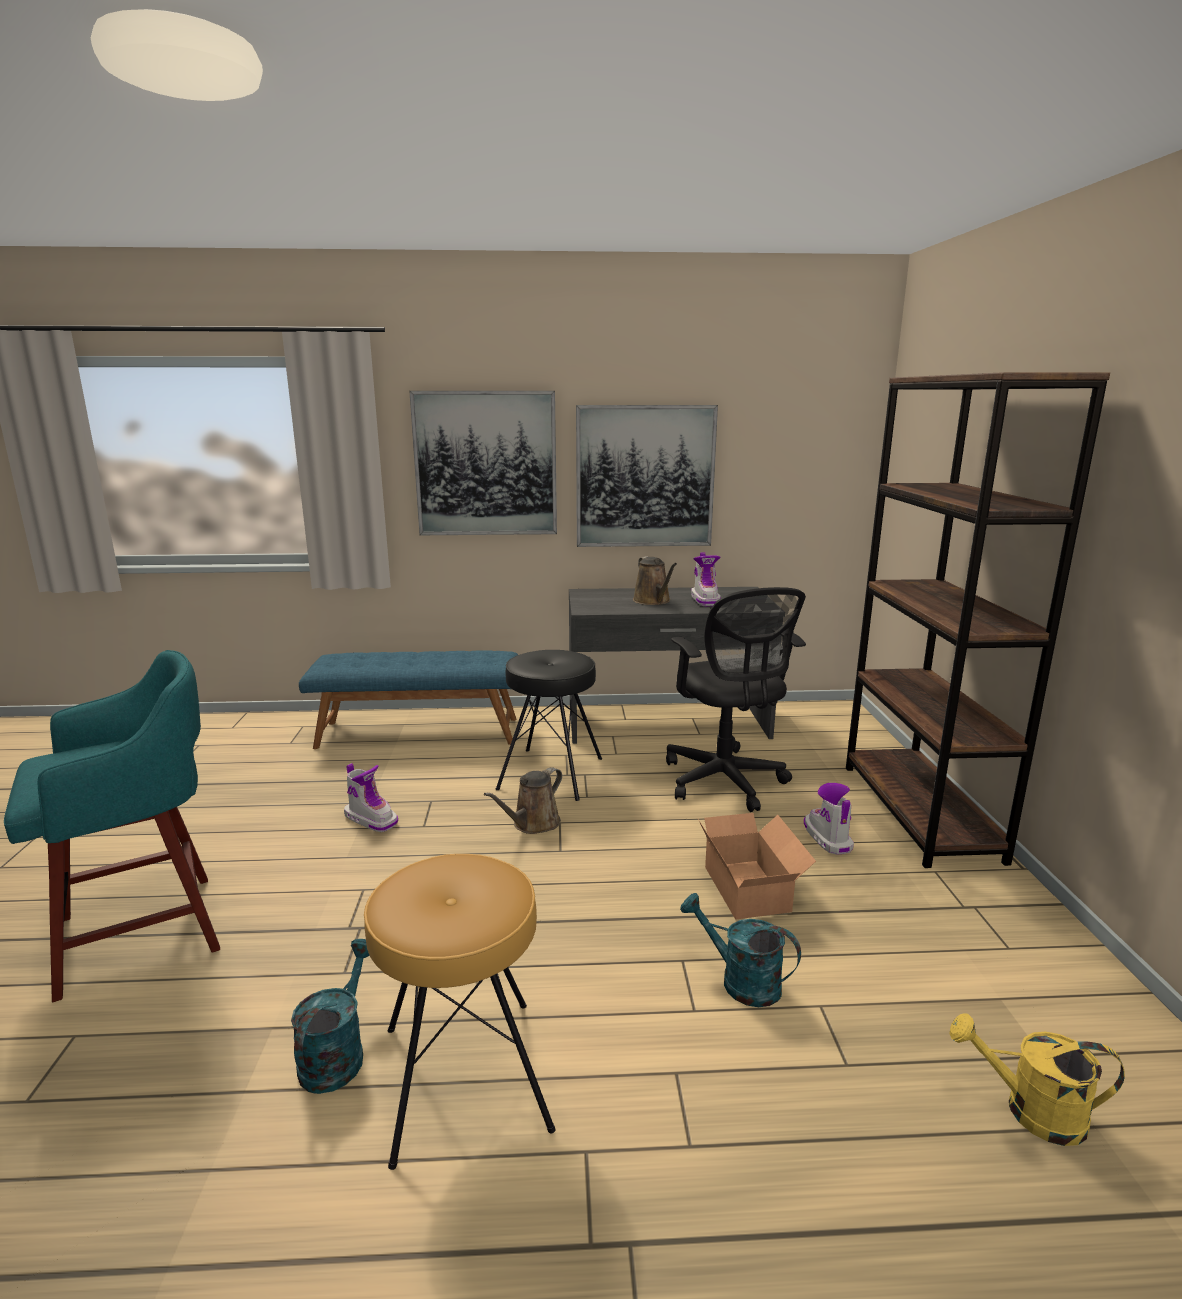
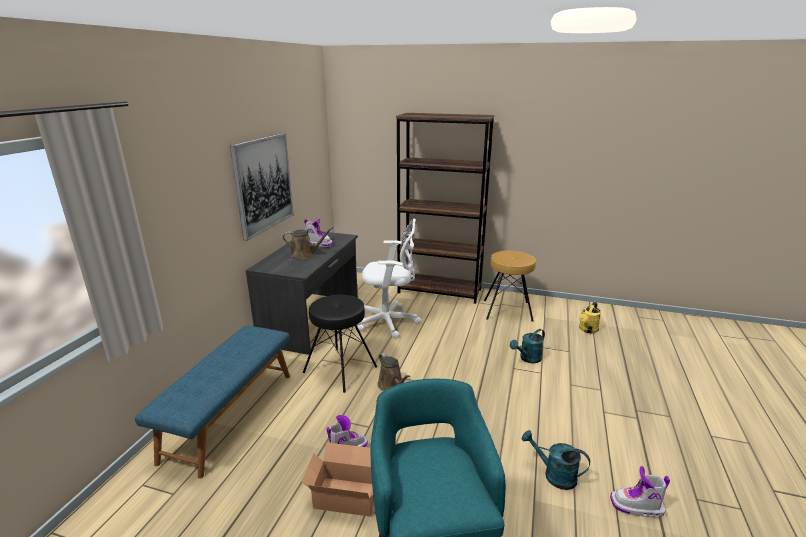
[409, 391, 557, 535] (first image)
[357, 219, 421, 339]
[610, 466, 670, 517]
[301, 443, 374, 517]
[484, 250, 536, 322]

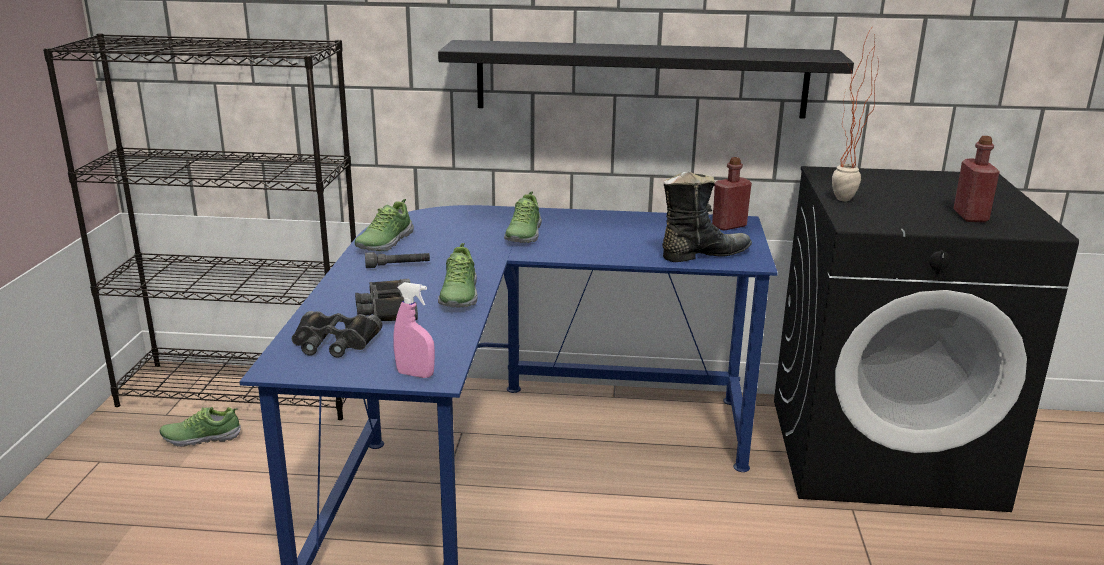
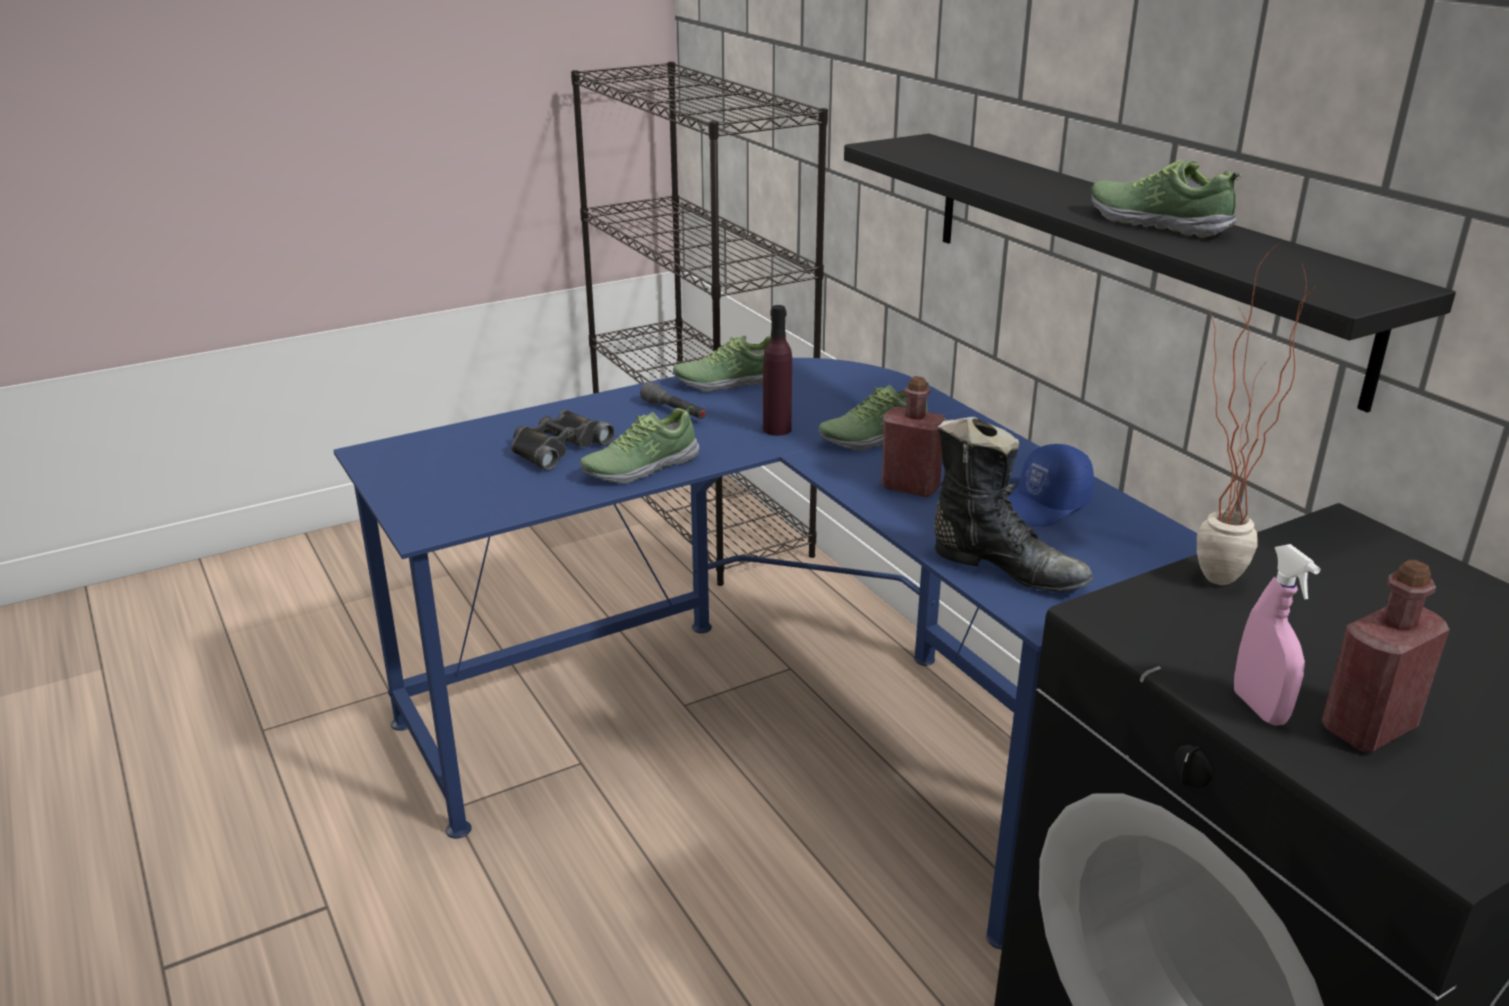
[881, 376, 947, 497]
[1234, 544, 1320, 725]
[292, 311, 383, 358] (first image)
[1091, 159, 1242, 238]
[763, 305, 792, 436]
[1006, 444, 1094, 527]

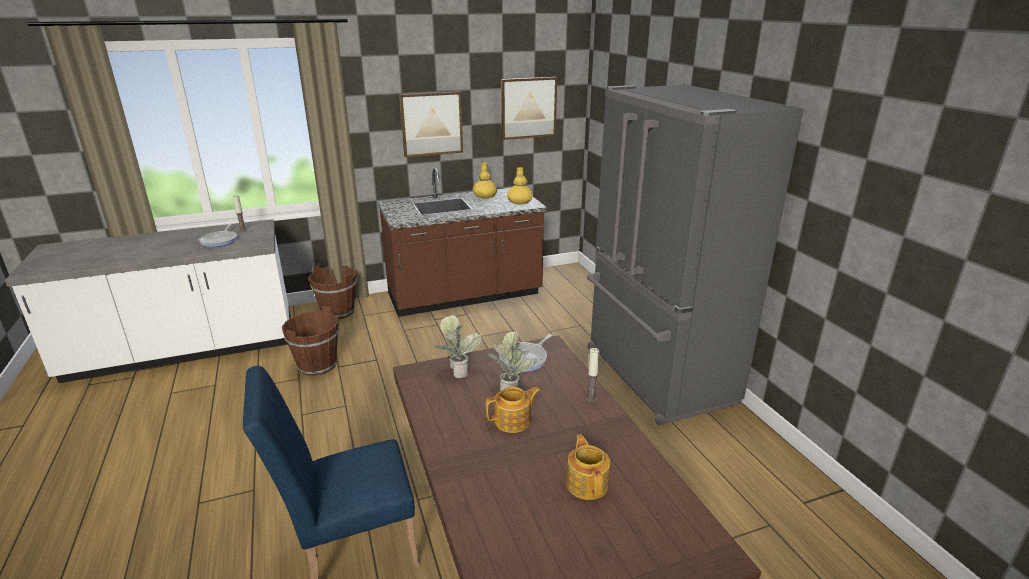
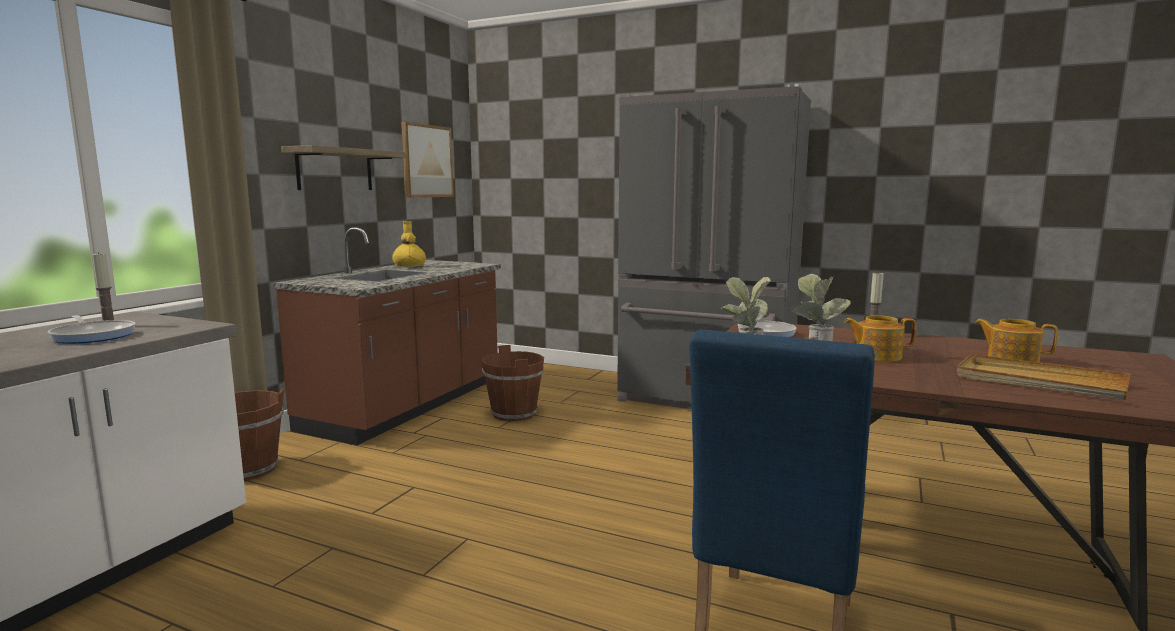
[281, 145, 407, 190]
[507, 167, 533, 204] (first image)
[481, 345, 544, 421]
[844, 315, 916, 361]
[957, 354, 1130, 400]

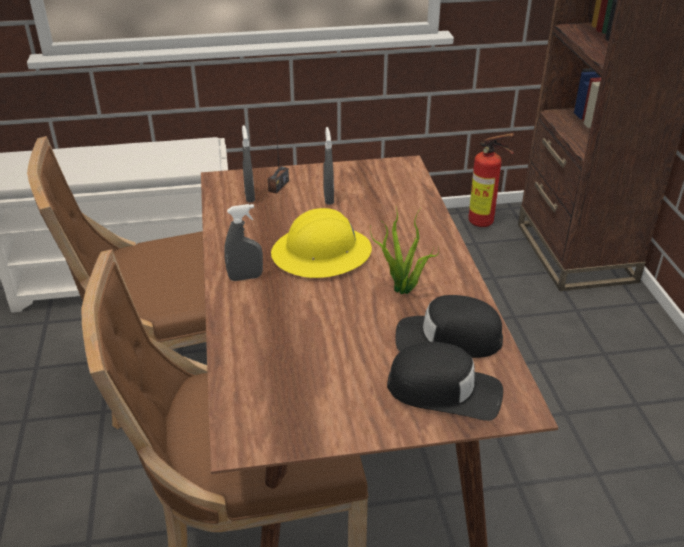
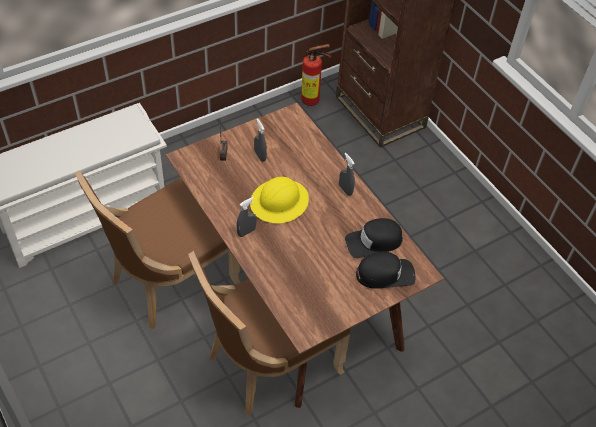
[339, 153, 355, 196]
[370, 208, 439, 294] (first image)

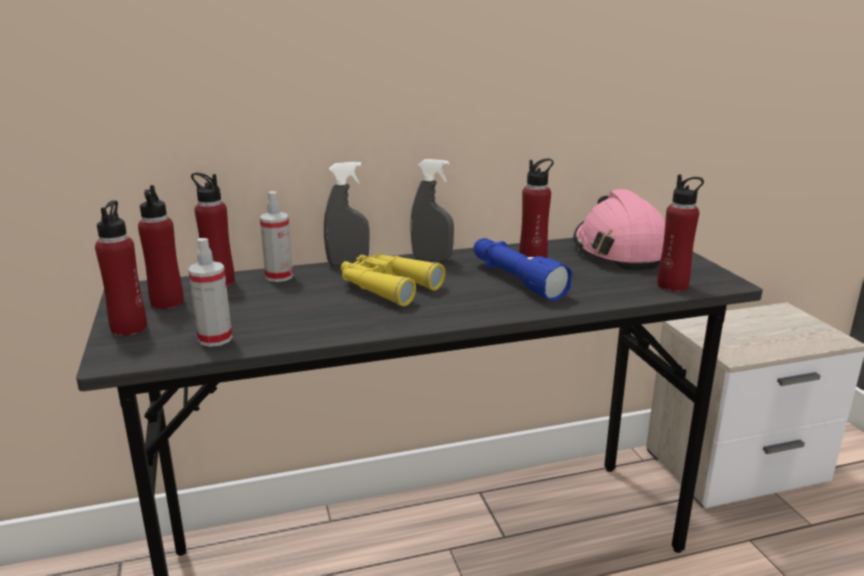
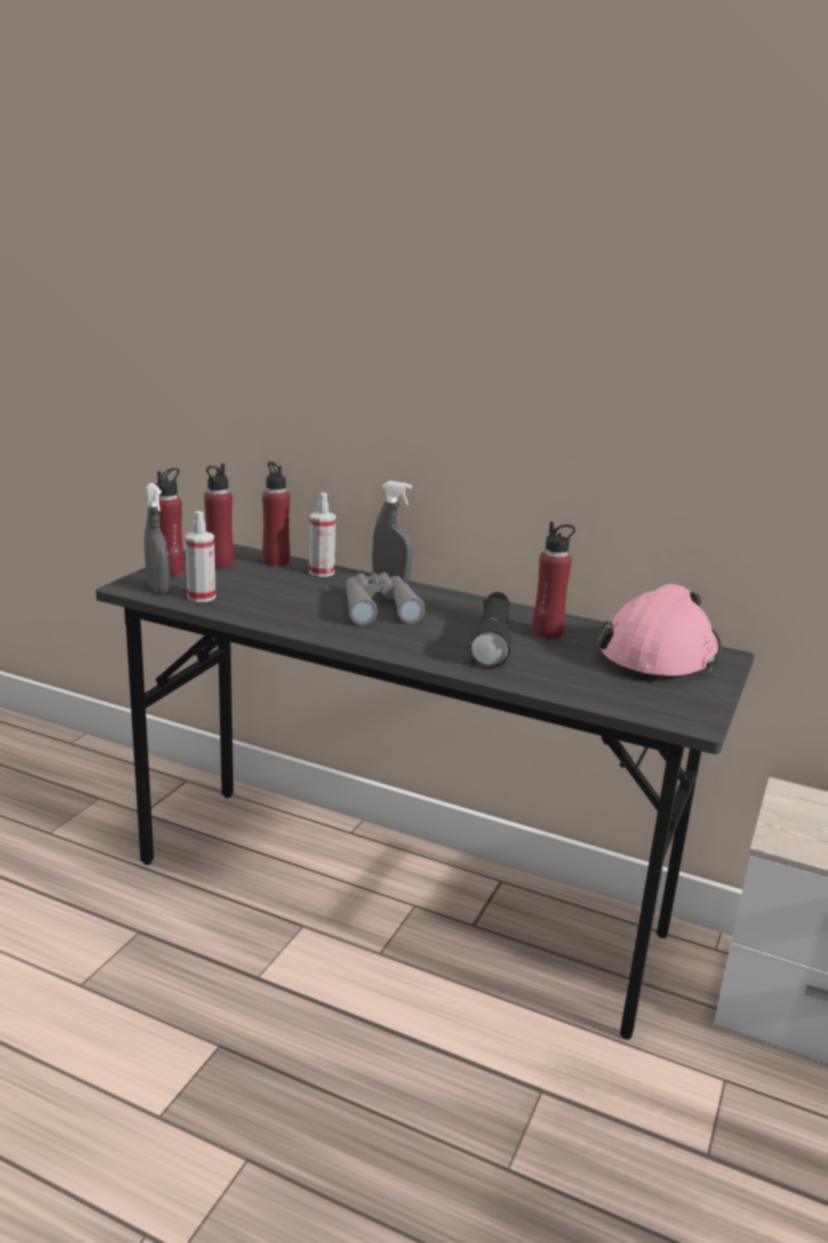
[144, 483, 170, 594]
[657, 174, 704, 291] (first image)
[469, 592, 511, 668]
[345, 573, 425, 625]

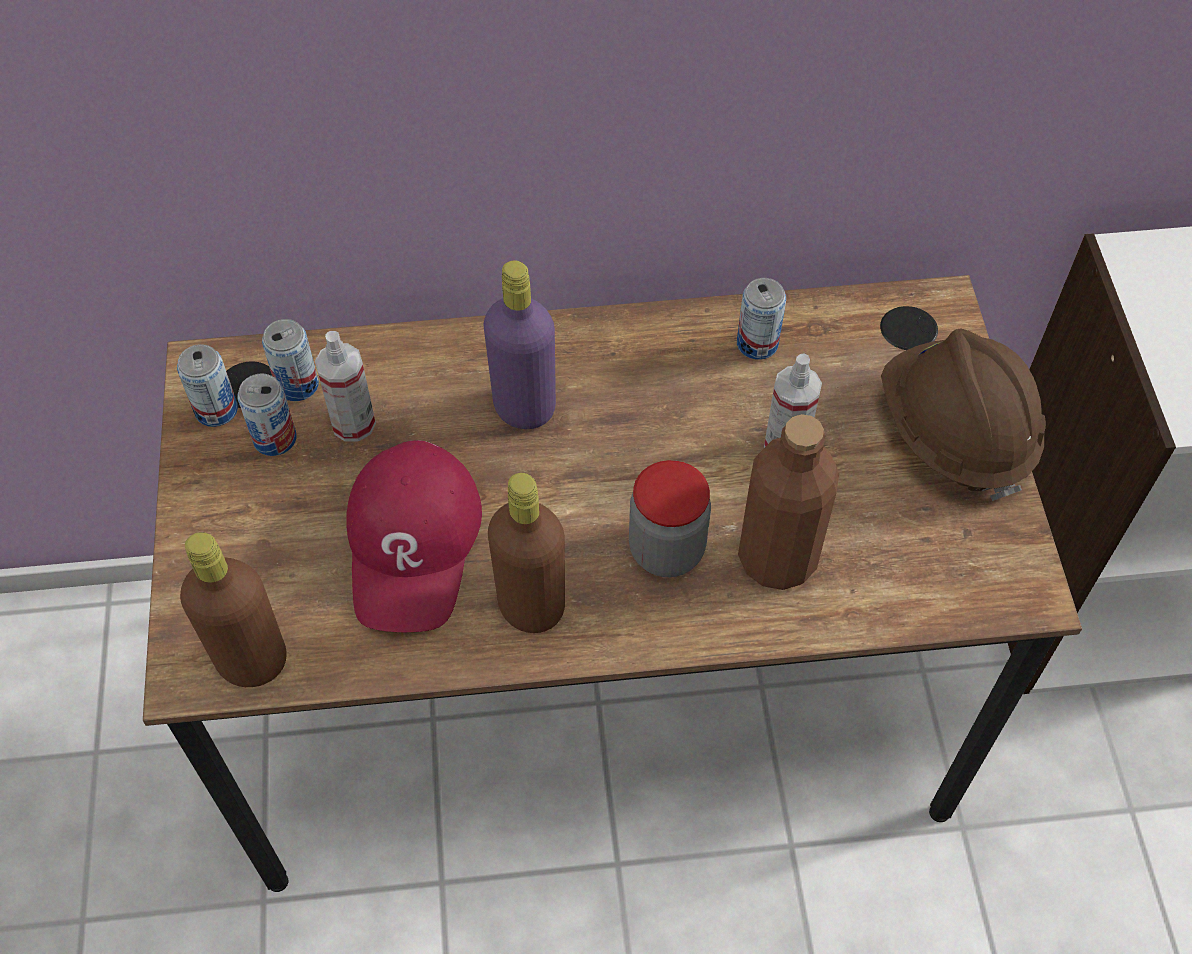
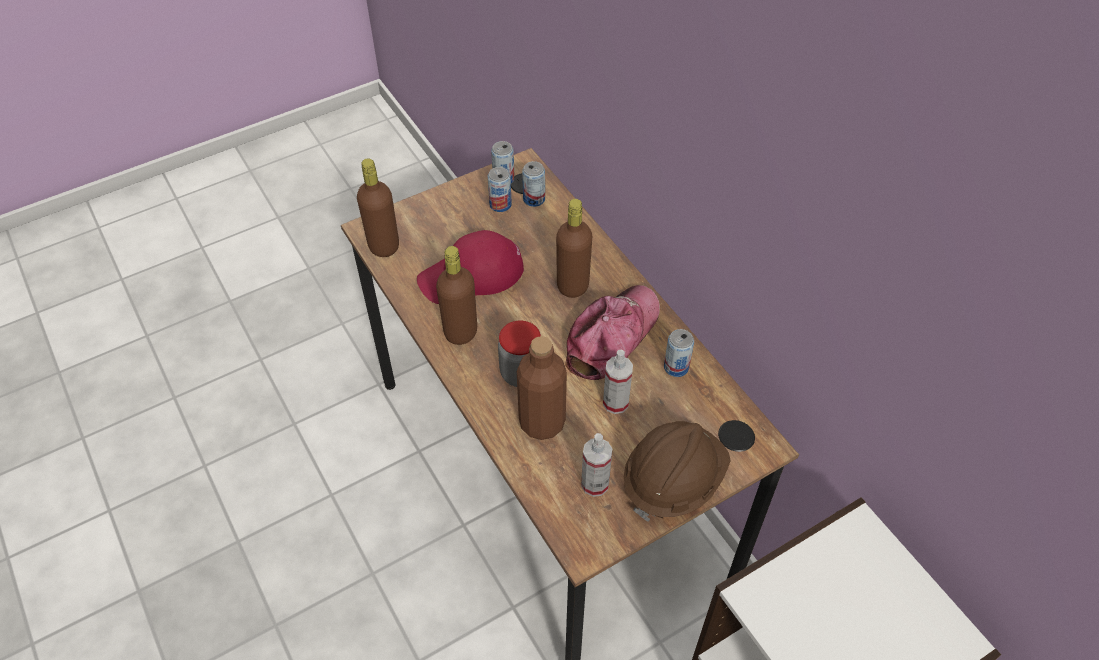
[556, 199, 592, 298]
[581, 433, 612, 497]
[565, 285, 660, 380]

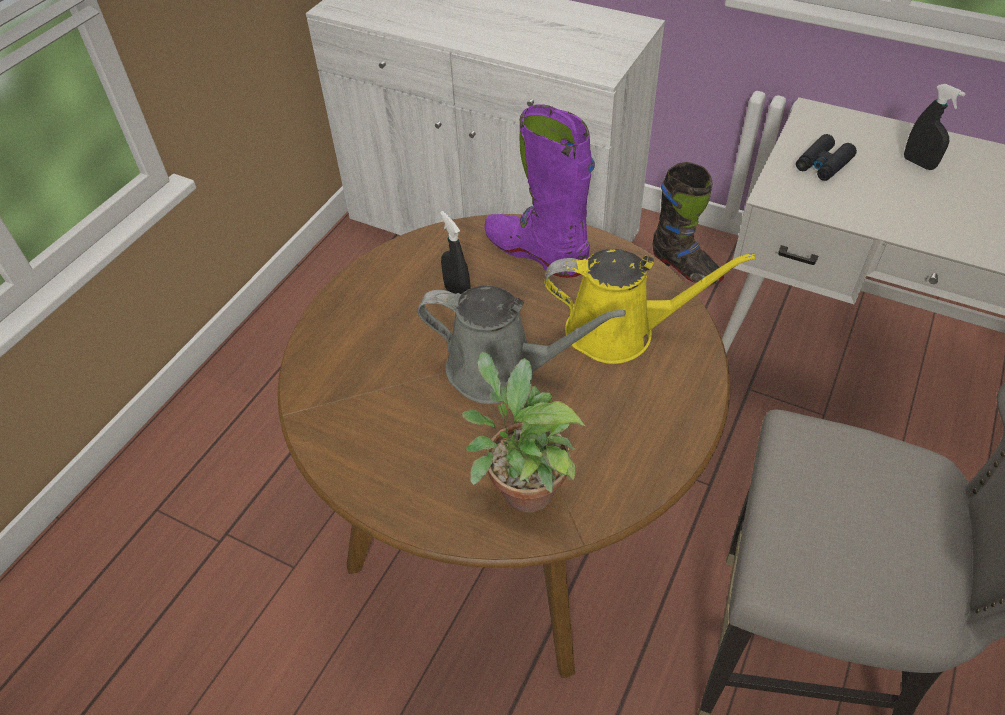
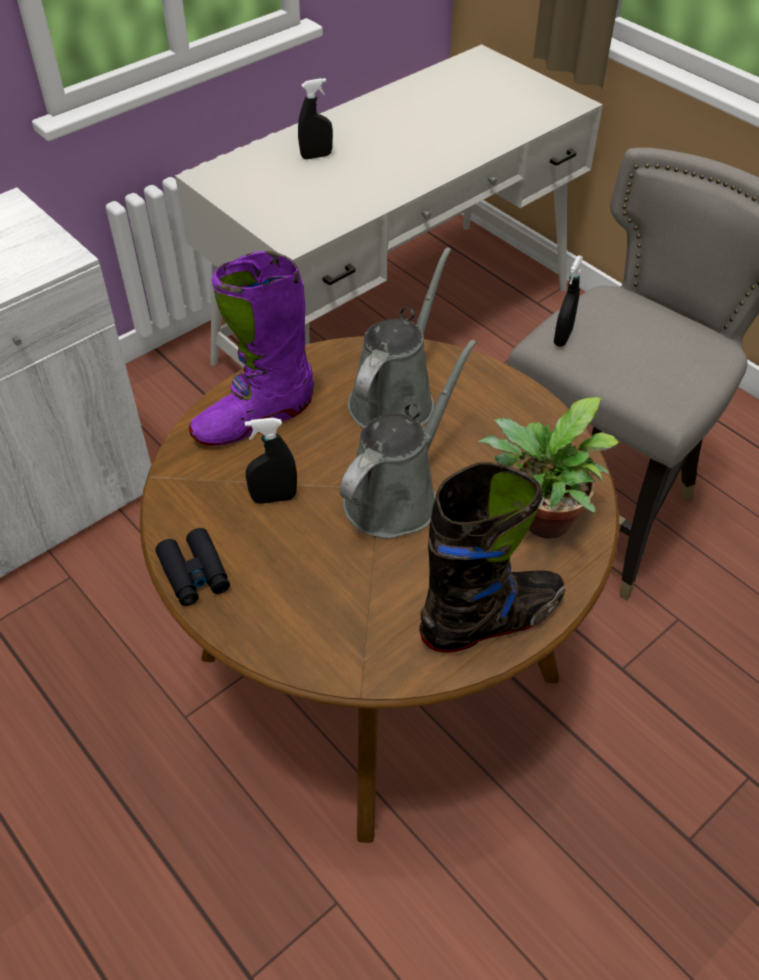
[155, 528, 230, 606]
[419, 462, 565, 653]
[348, 247, 451, 428]
[554, 255, 583, 347]

